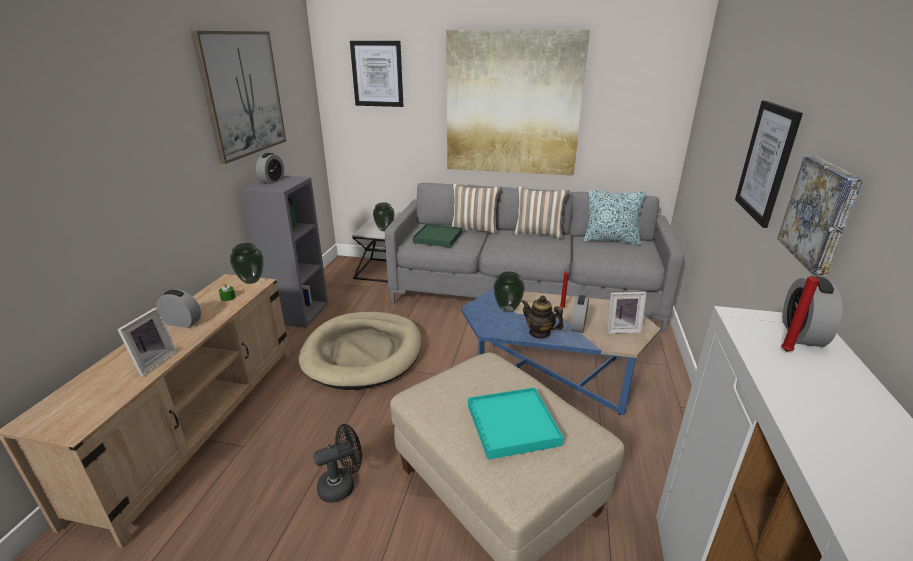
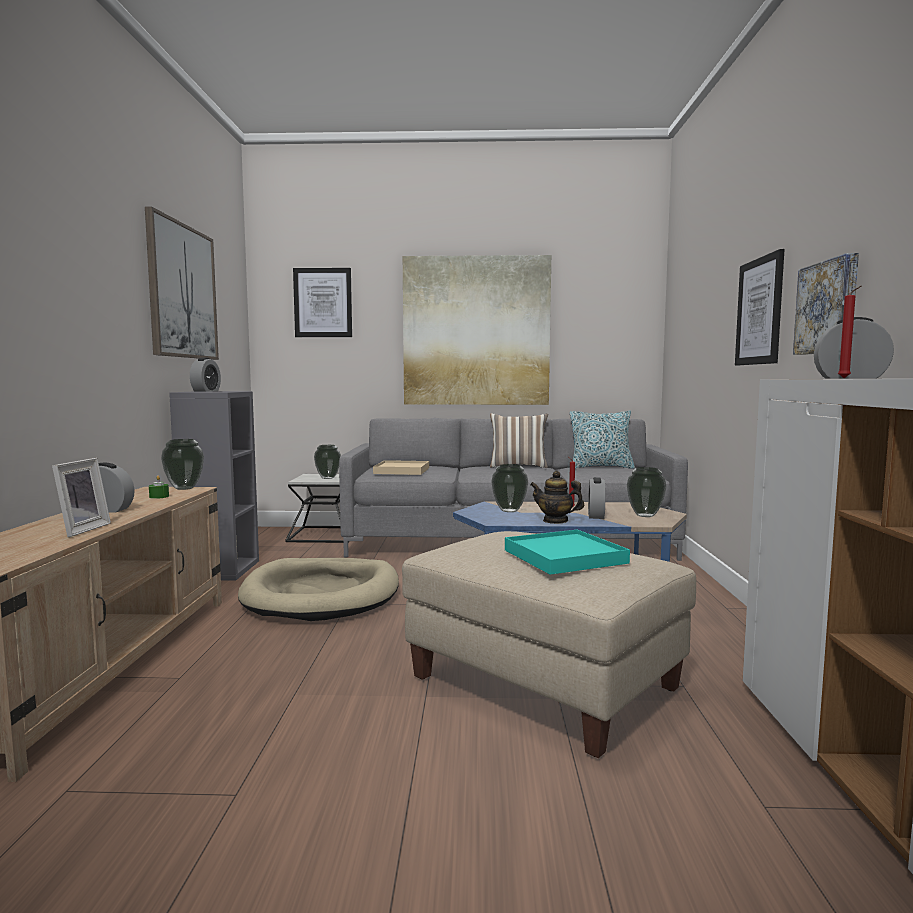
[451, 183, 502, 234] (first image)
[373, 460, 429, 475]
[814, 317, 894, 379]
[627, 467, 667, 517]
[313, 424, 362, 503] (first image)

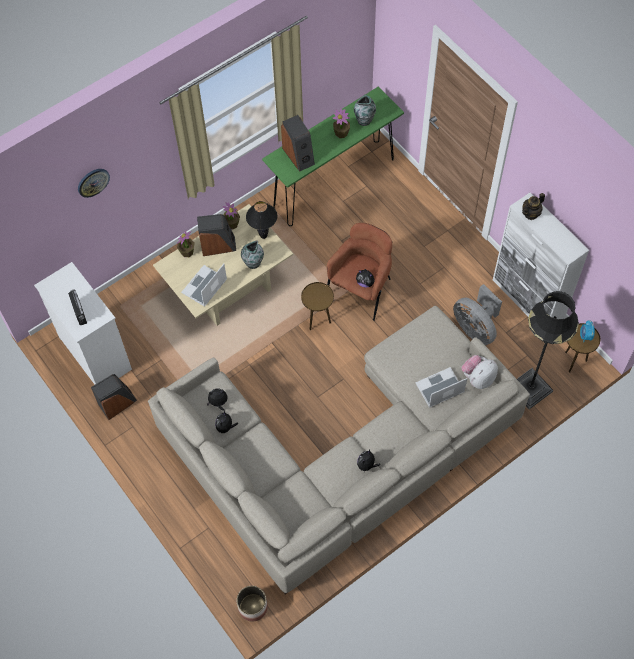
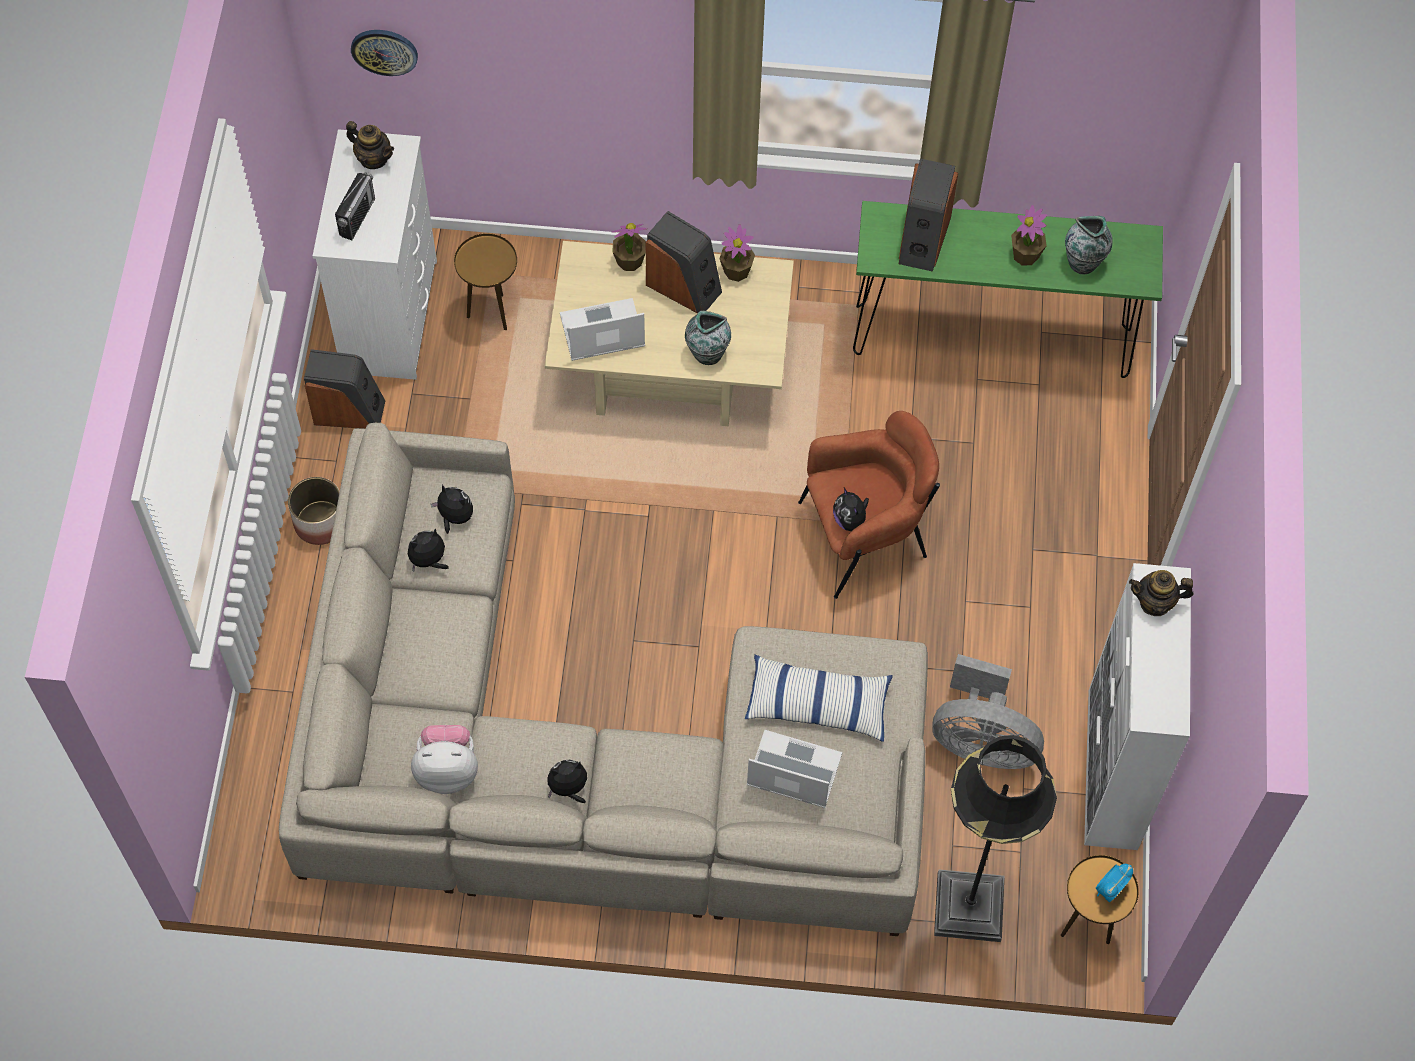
[351, 30, 418, 76]
[246, 201, 278, 239] (first image)
[454, 233, 517, 330]
[932, 654, 1044, 769]
[411, 725, 478, 794]
[288, 477, 340, 545]
[346, 121, 394, 169]
[745, 655, 893, 742]

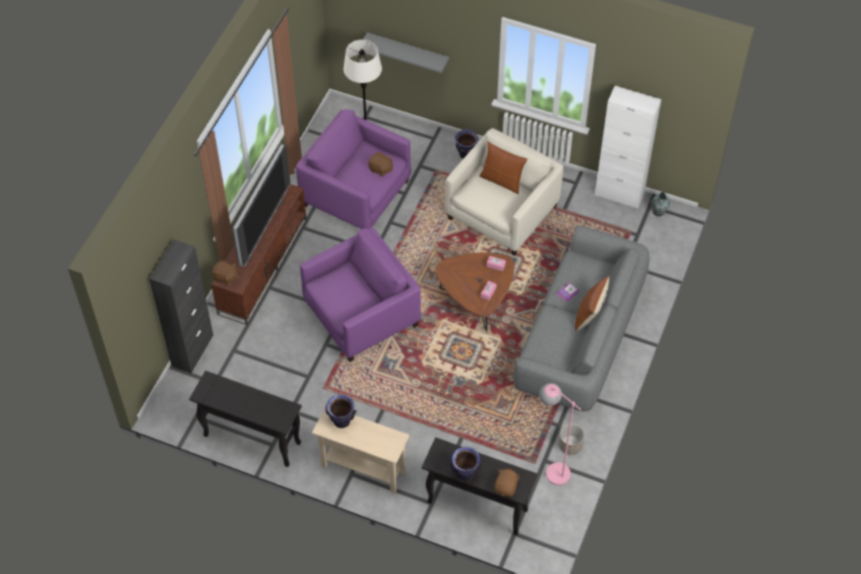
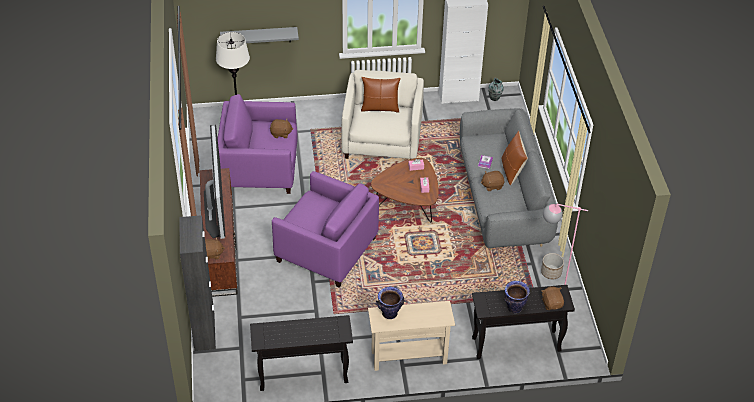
[455, 130, 478, 159] (first image)
[272, 171, 379, 288]
[480, 171, 504, 191]

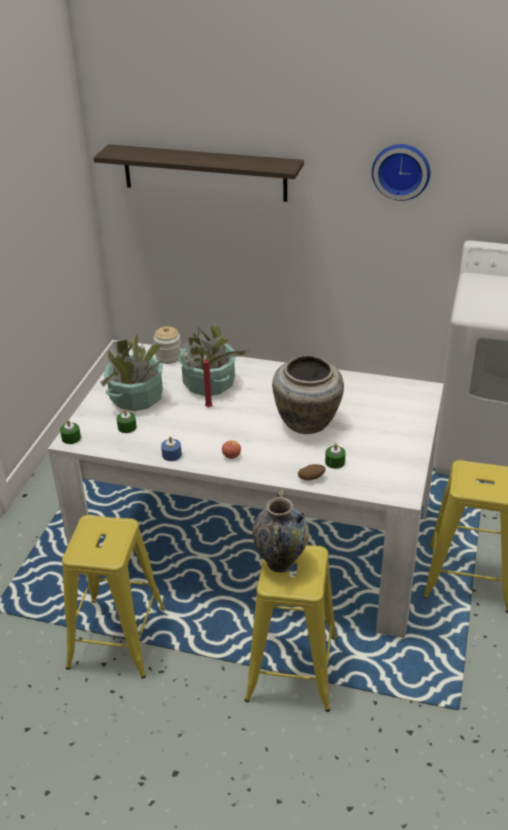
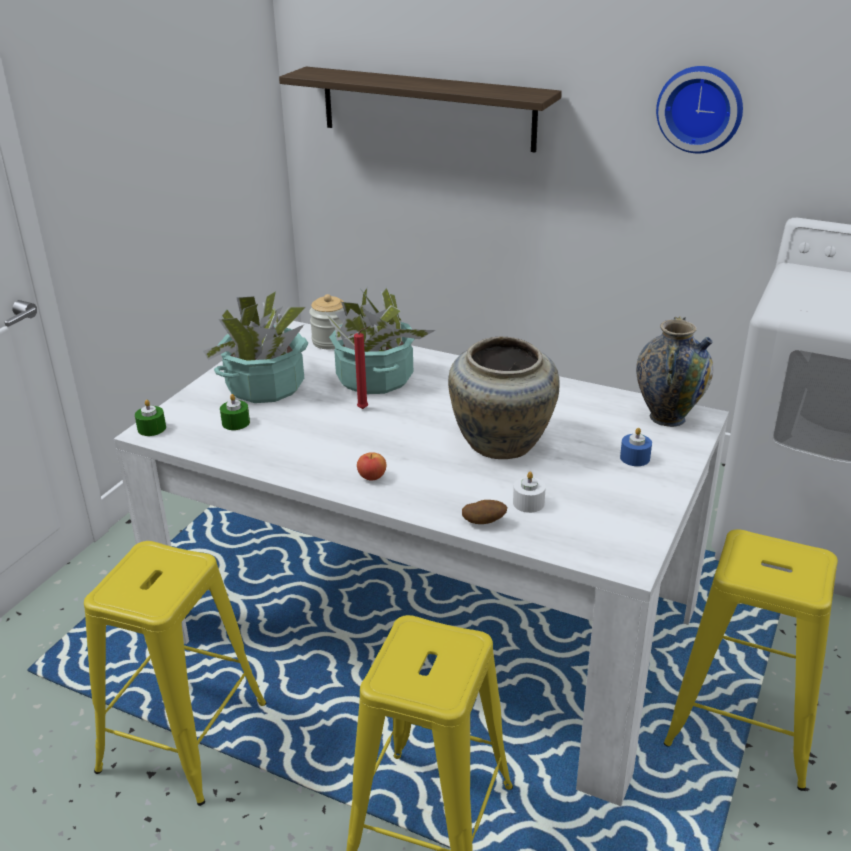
[620, 428, 652, 466]
[513, 472, 546, 513]
[636, 316, 713, 427]

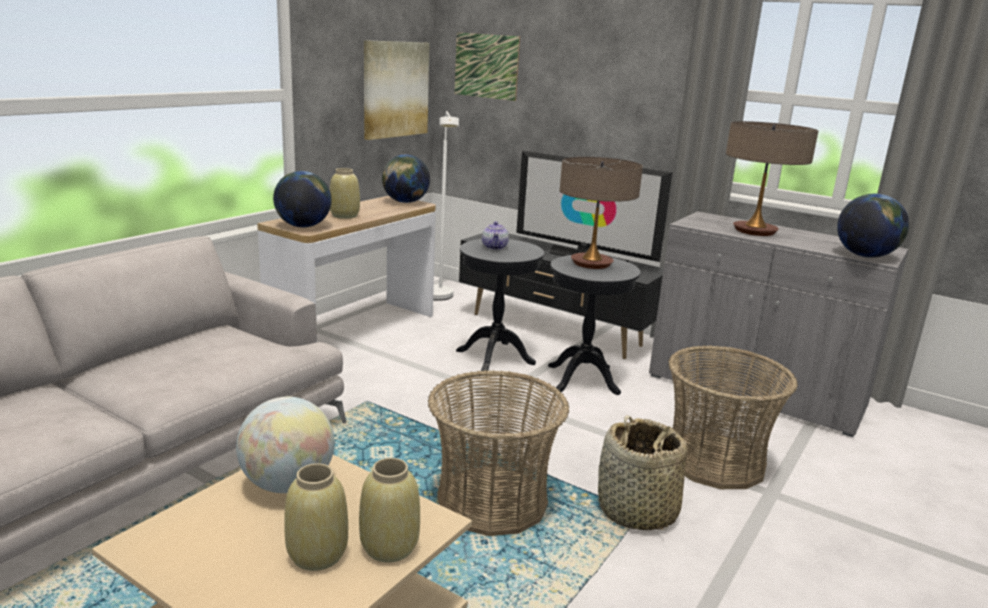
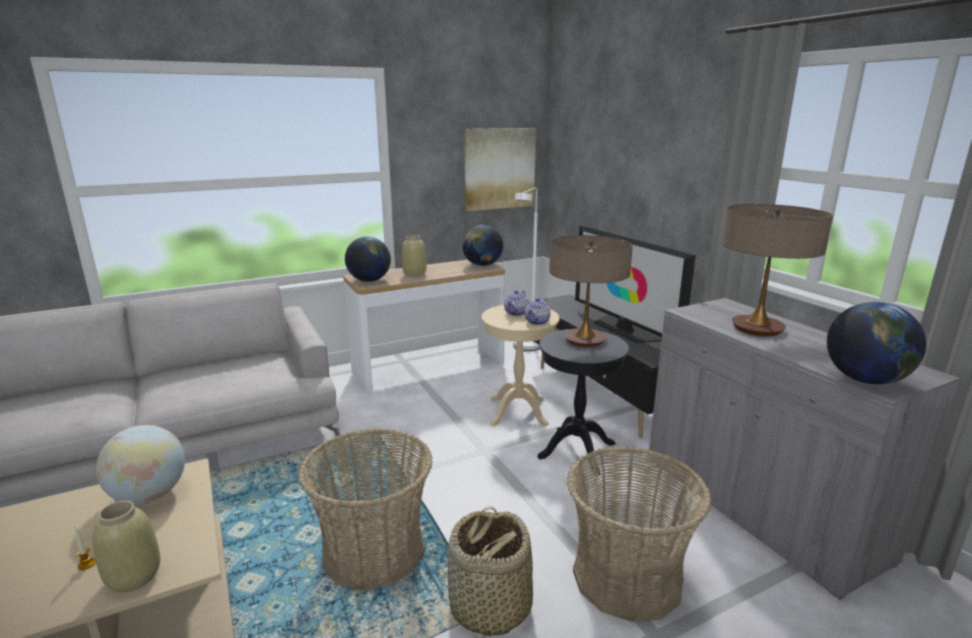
[454, 32, 520, 101] (first image)
[481, 305, 560, 426]
[74, 527, 96, 570]
[525, 298, 551, 325]

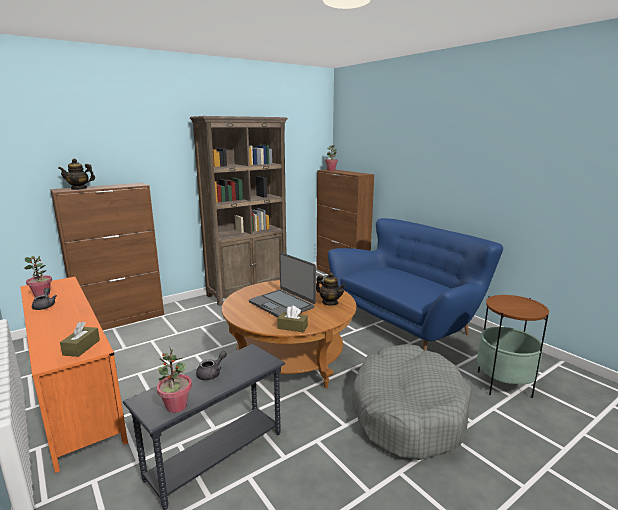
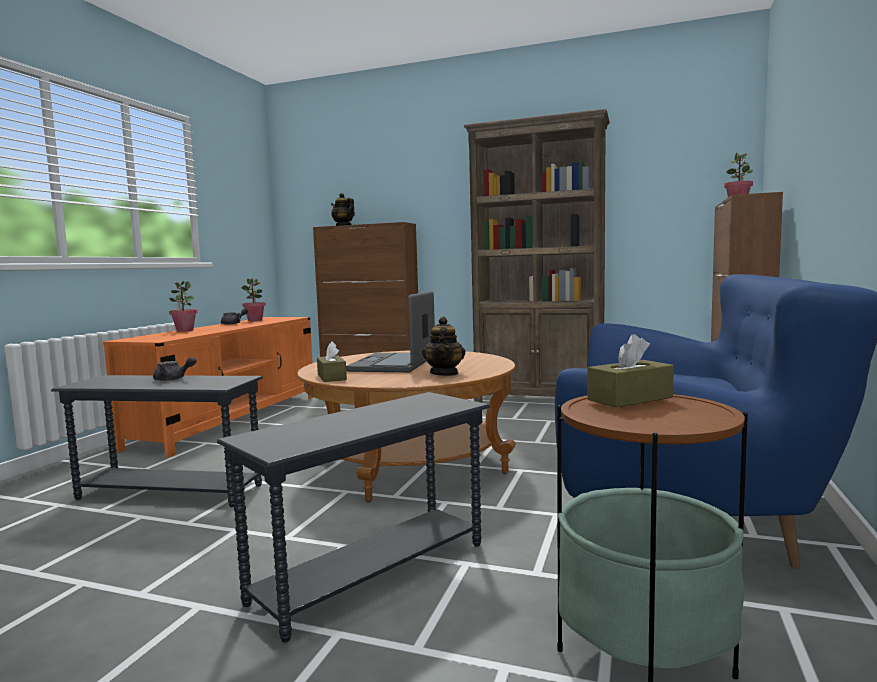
[588, 334, 674, 408]
[217, 392, 490, 642]
[169, 281, 197, 332]

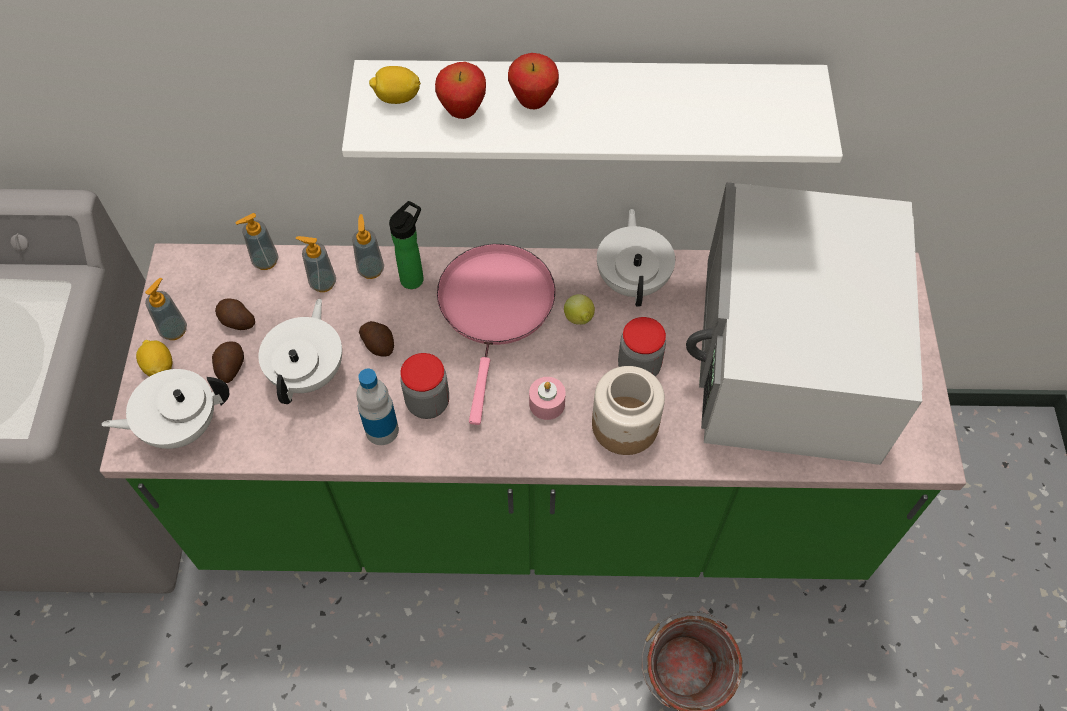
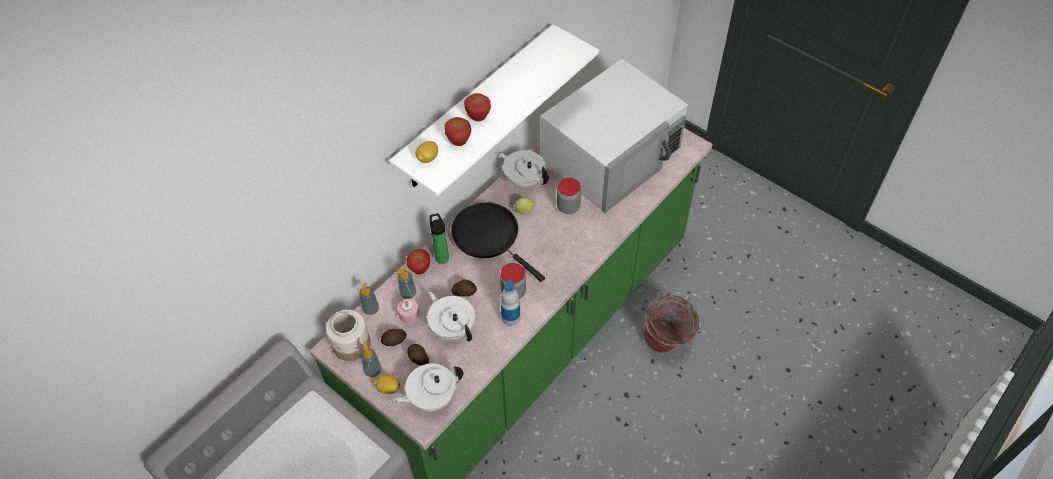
[540, 59, 688, 213]
[406, 249, 430, 275]
[451, 203, 545, 282]
[326, 310, 371, 361]
[393, 363, 463, 411]
[397, 299, 419, 323]

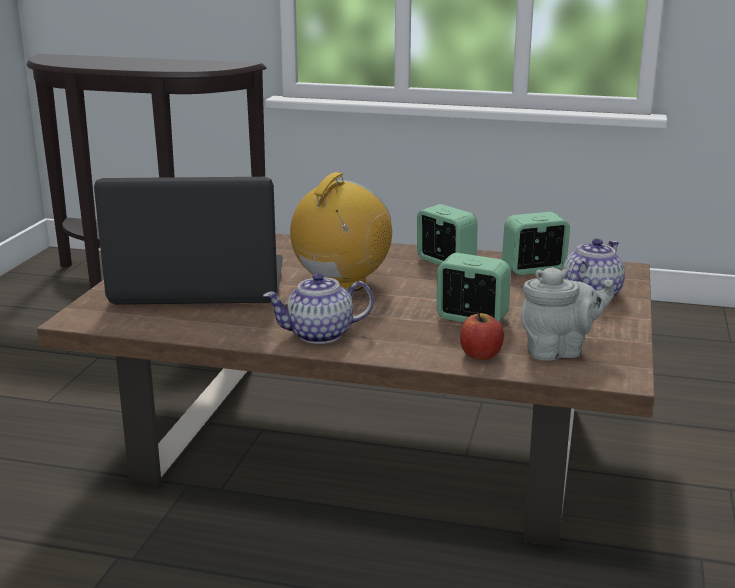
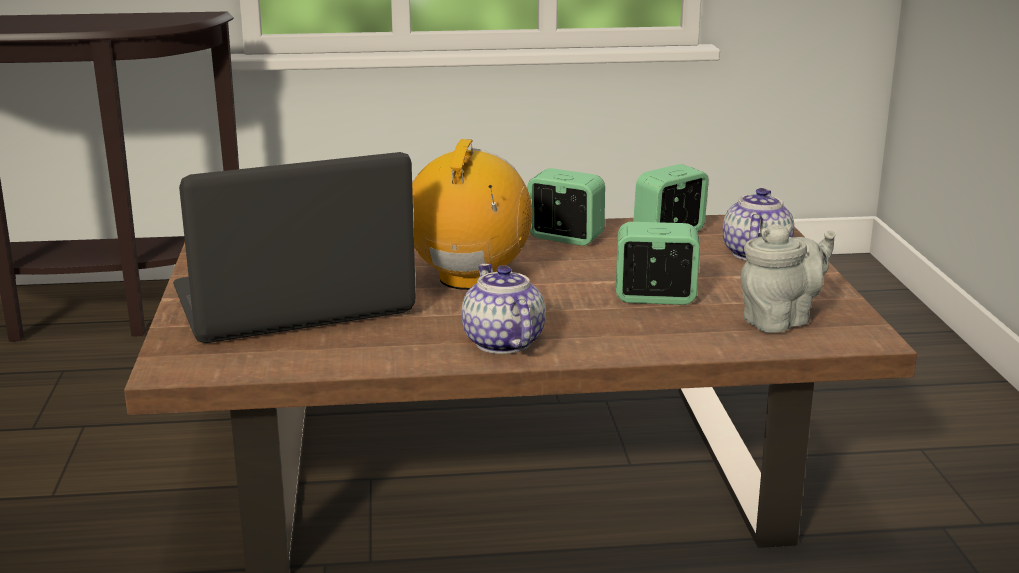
[462, 264, 545, 354]
[460, 312, 504, 360] (first image)

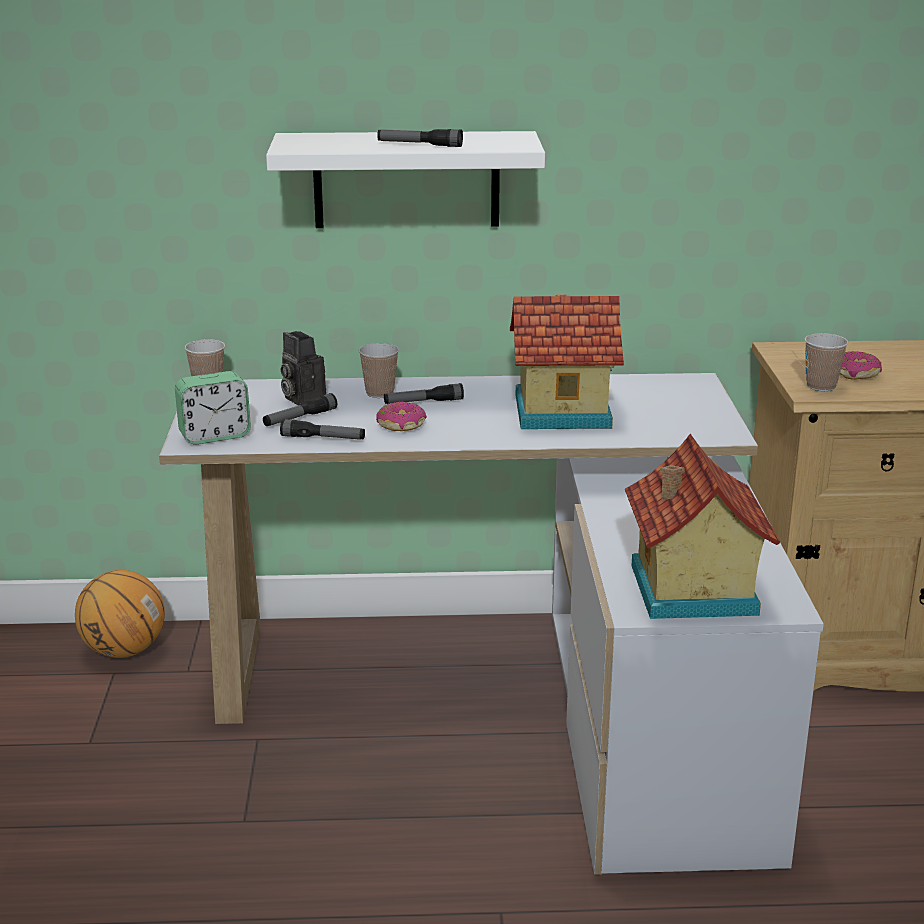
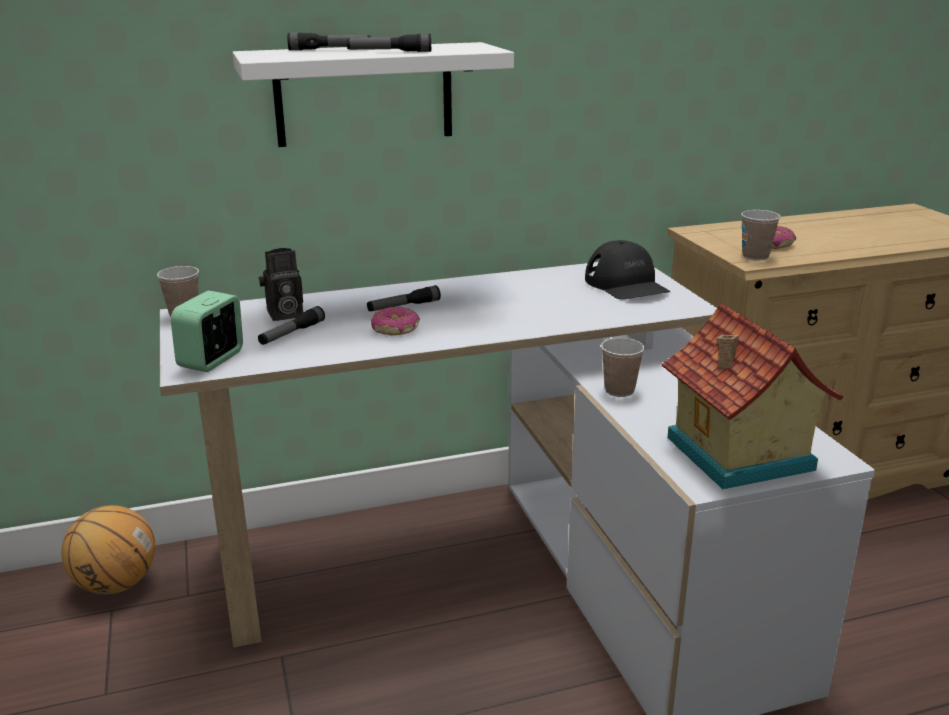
[510, 294, 624, 429] (first image)
[259, 248, 303, 321]
[601, 338, 645, 397]
[171, 291, 243, 372]
[287, 32, 371, 50]
[585, 240, 671, 300]

